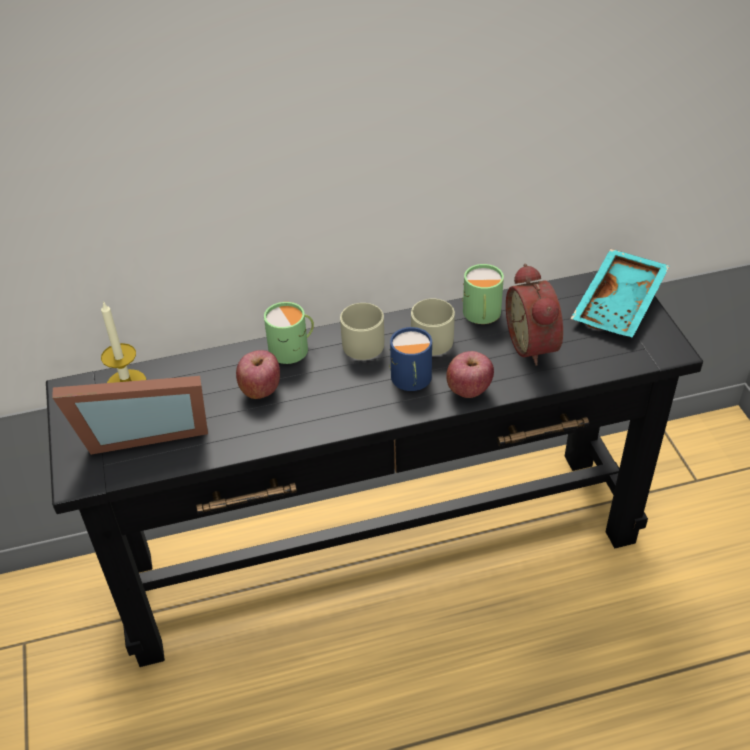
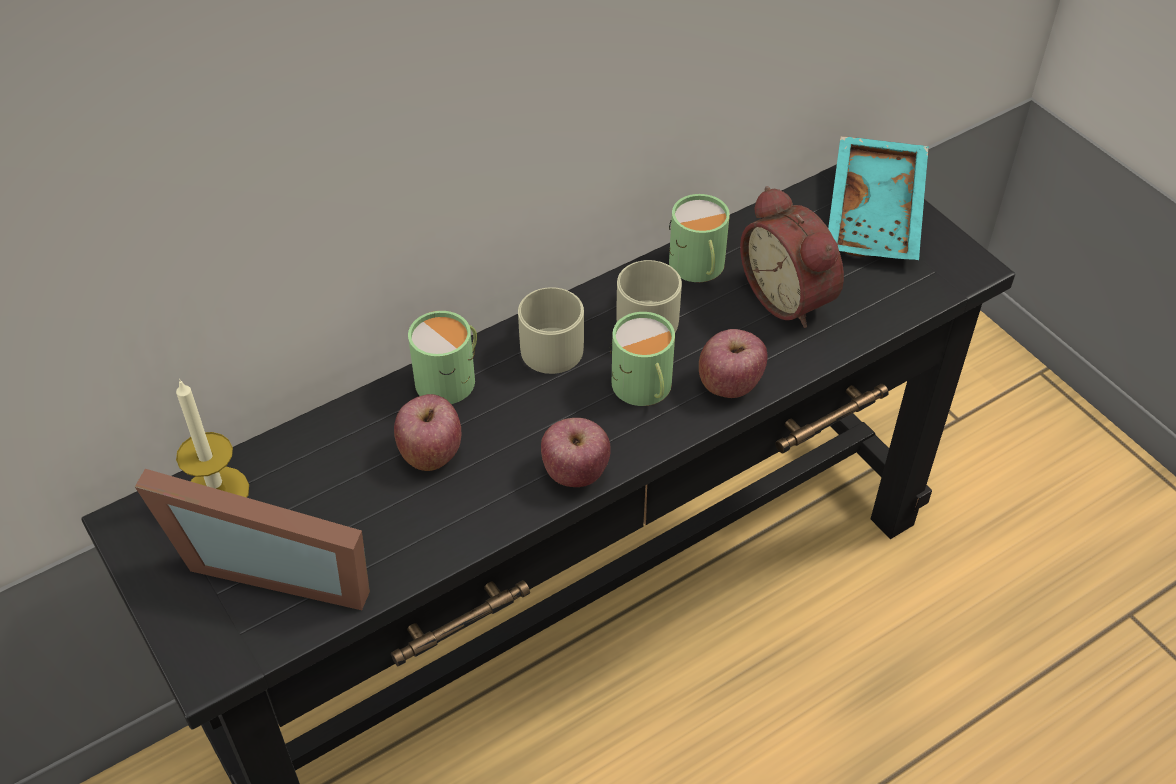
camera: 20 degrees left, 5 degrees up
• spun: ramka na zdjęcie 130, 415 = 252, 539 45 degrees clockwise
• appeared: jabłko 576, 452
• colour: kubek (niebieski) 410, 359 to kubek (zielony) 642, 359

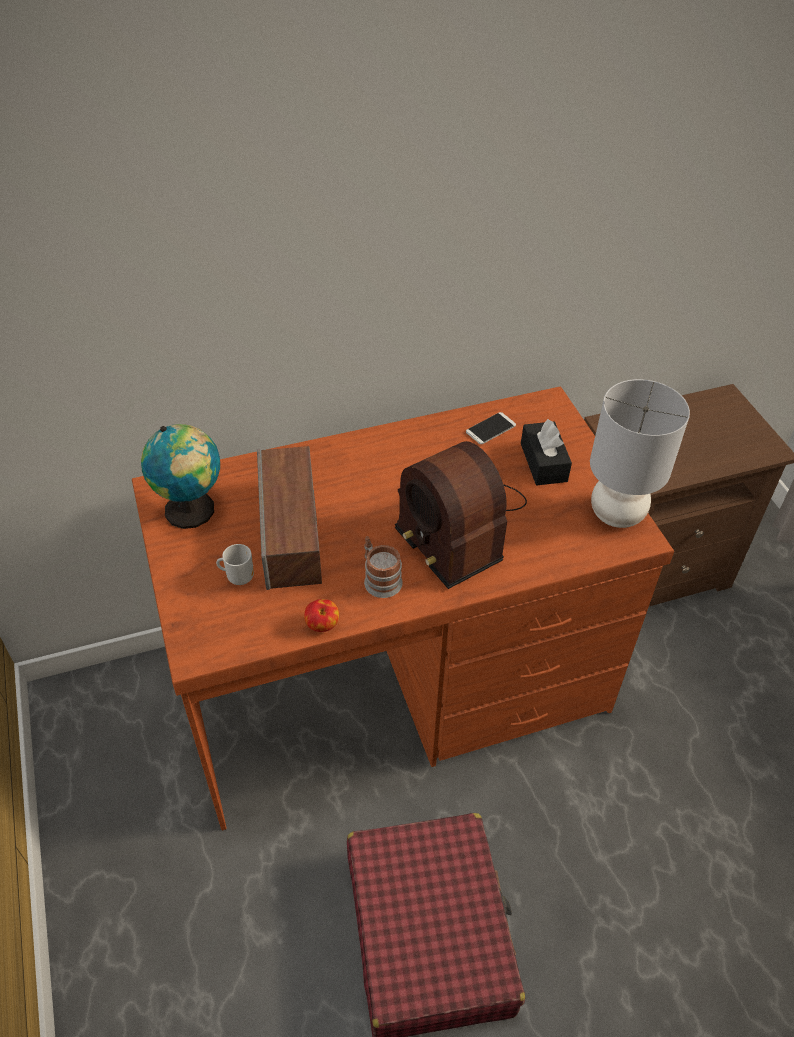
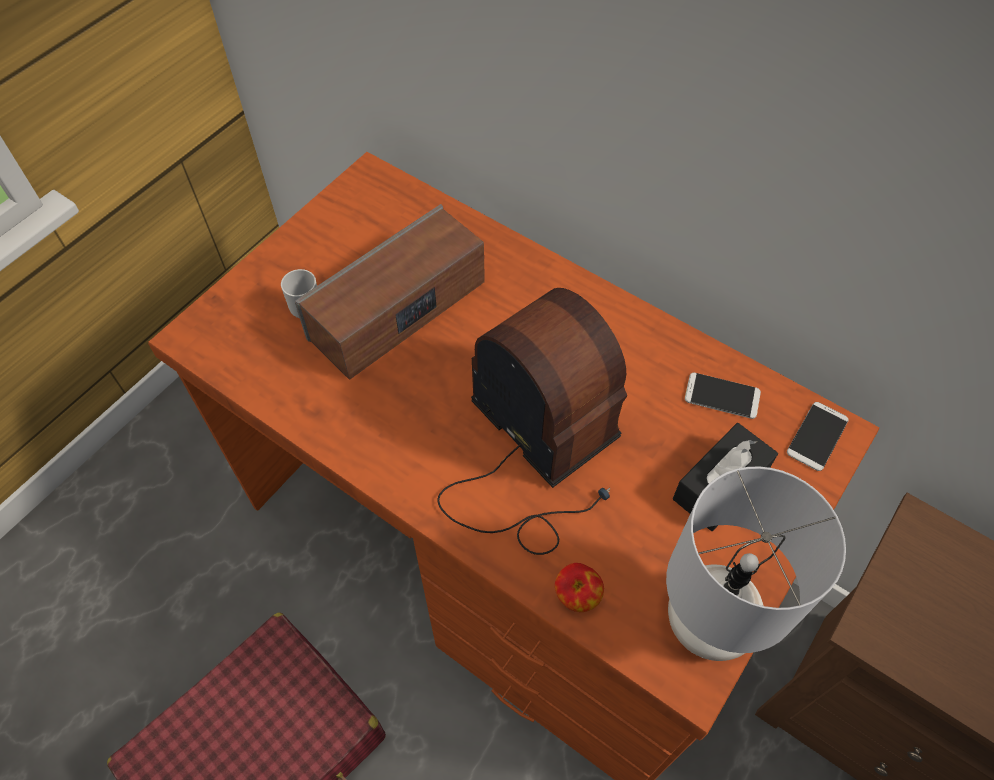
camera: 55 degrees right, 10 degrees up
• spun: radio 461, 515 = 532, 421 120 degrees clockwise
• relocated: jabłko 321, 615 to 579, 587
• appeared: telefon 817, 436
• missing: globus 180, 476
• missing: kubek 383, 567

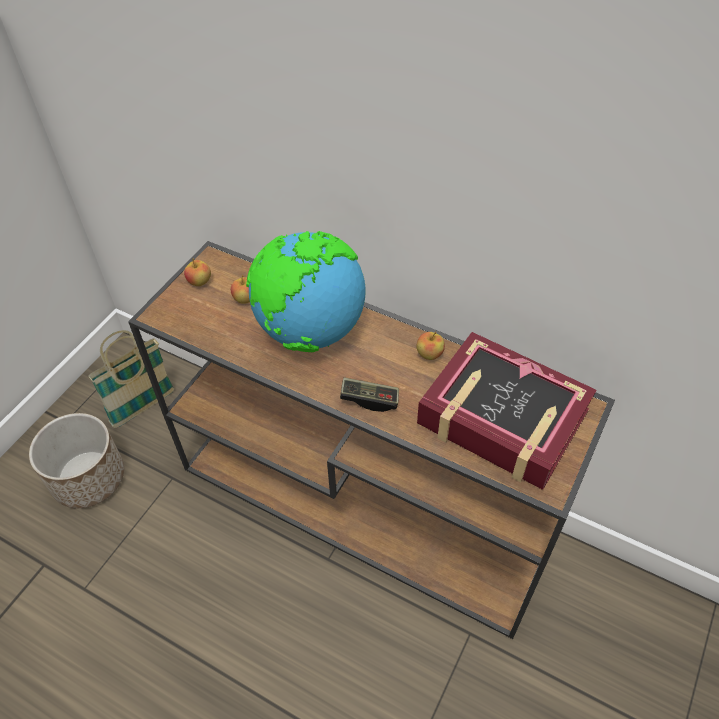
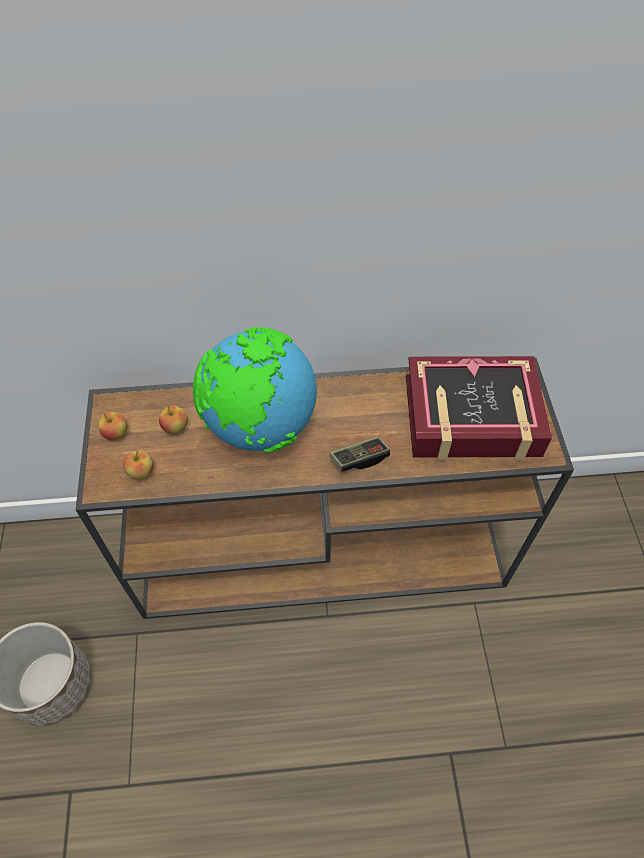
camera: 35 degrees left, 5 degrees up
• relocated: jabłko 430, 346 to 138, 465
• missing: koszyk 131, 379

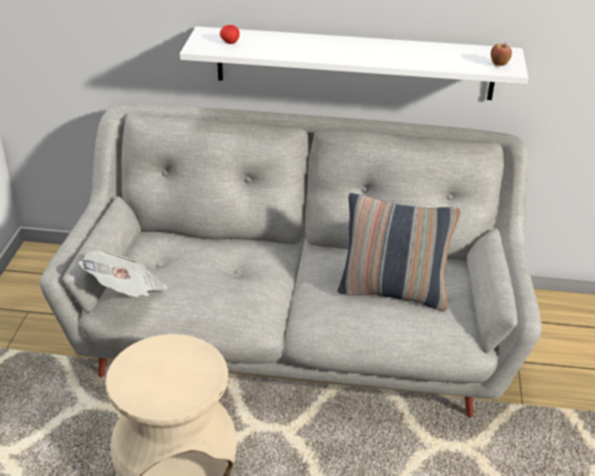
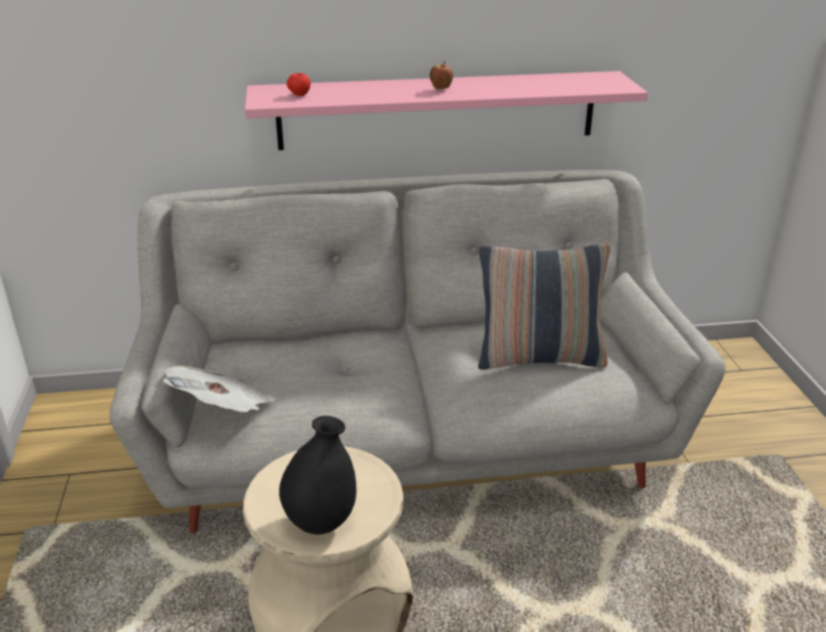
camera: 15 degrees left, 5 degrees down
• colour: półka (biały) 354, 63 to półka (różowy) 446, 110
• appeared: wazon (czarny) 317, 475
• relocated: jabłko 501, 54 to 441, 75

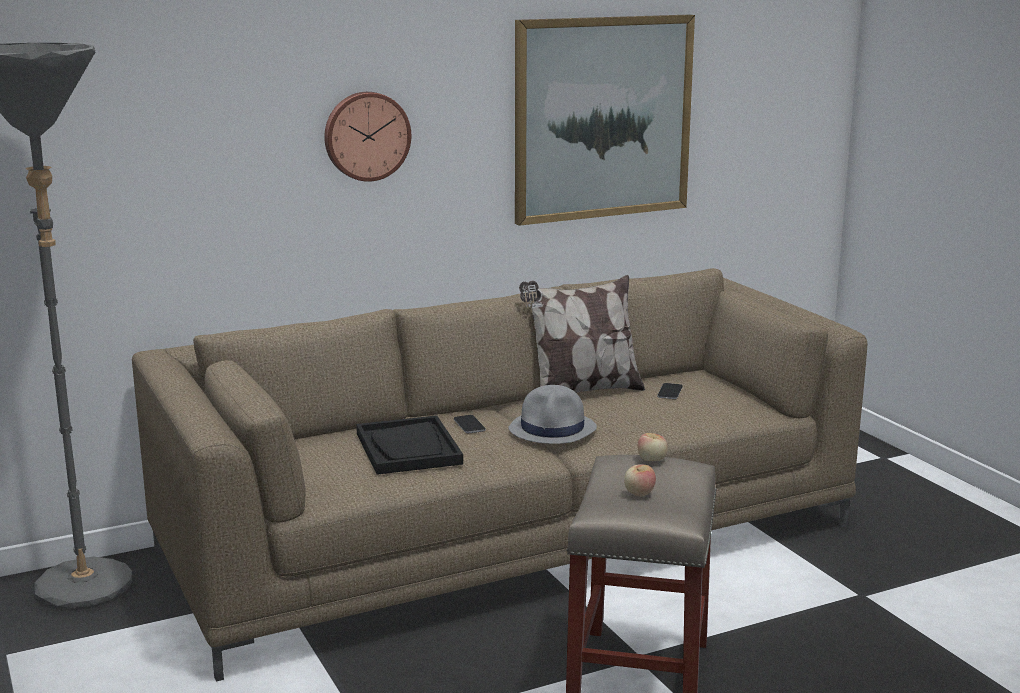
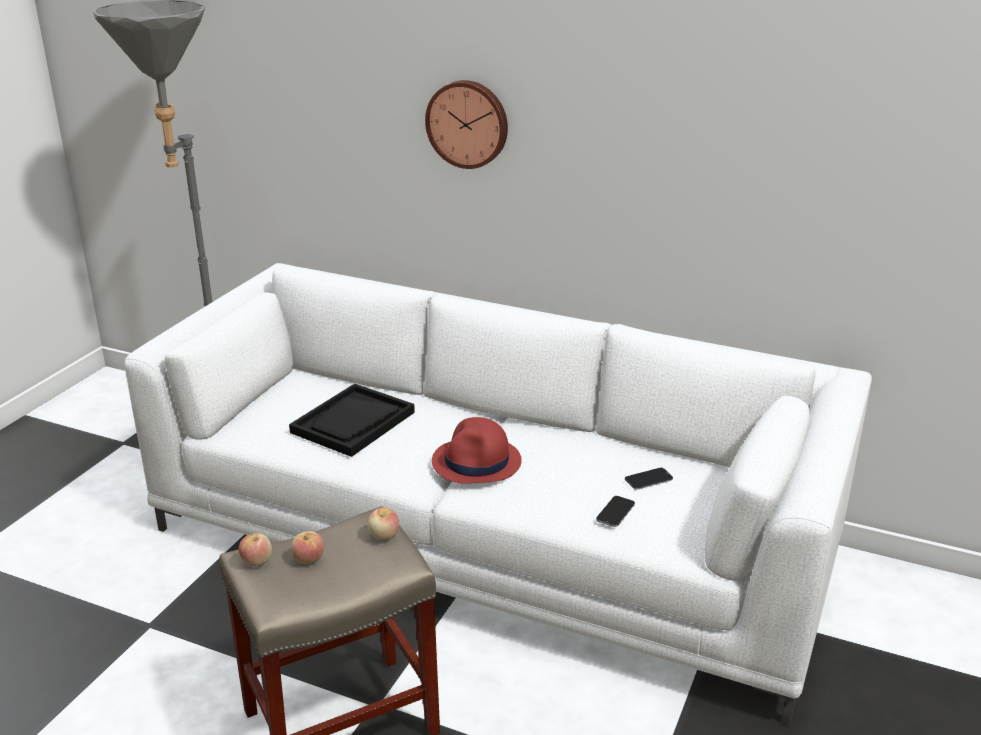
camera: 50 degrees right, 10 degrees up
• colour: kanapa (brązowy) 499, 475 to kanapa (biały) 498, 494
• appeared: jabłko 255, 550
• colour: kapelusz (szary) 552, 414 to kapelusz (czerwony) 477, 450
• relocated: telefon 470, 424 to 615, 511
• missing: obraz 605, 120
• missing: poduszka 582, 334

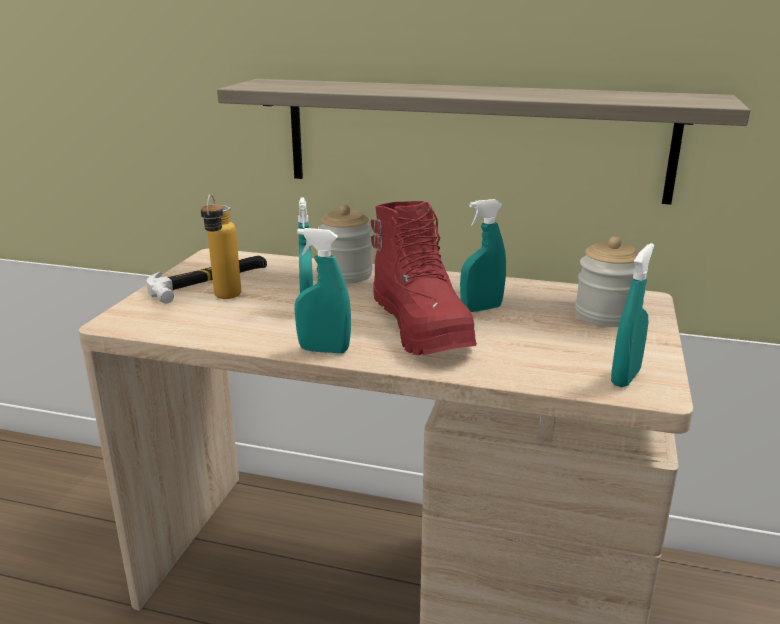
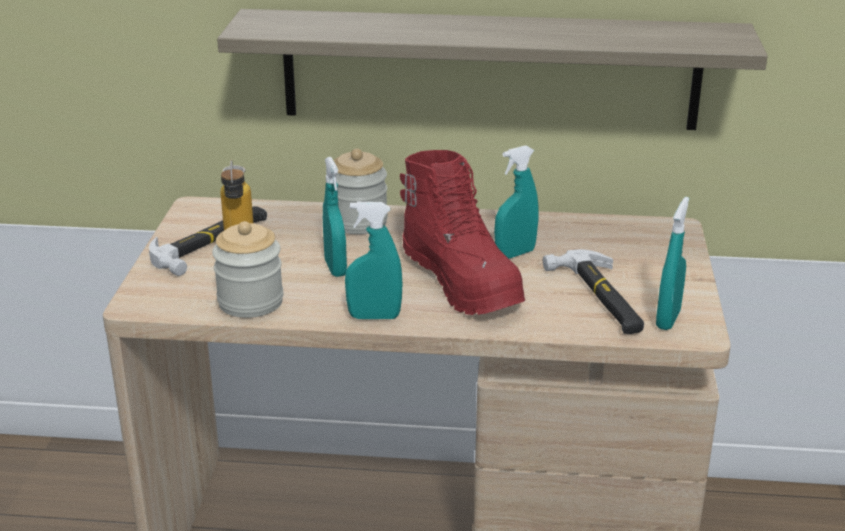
camera: 10 degrees left, 5 degrees up
• relocated: słoik 607, 282 to 247, 269
• appeared: młotek 593, 291

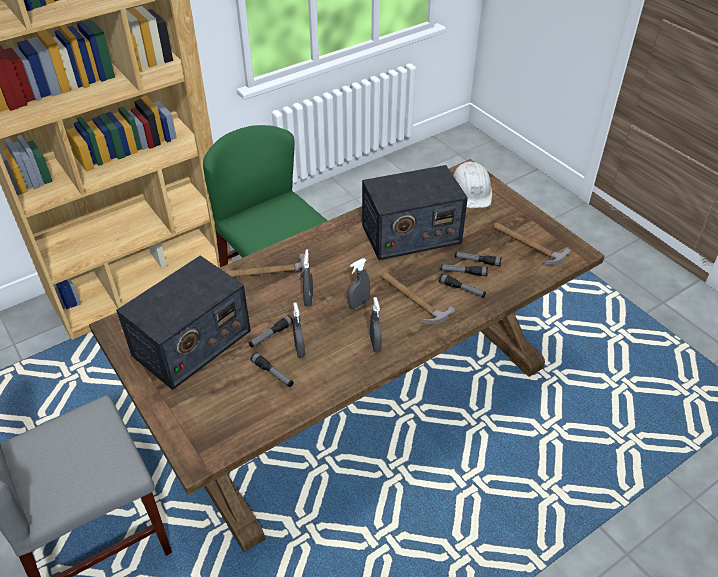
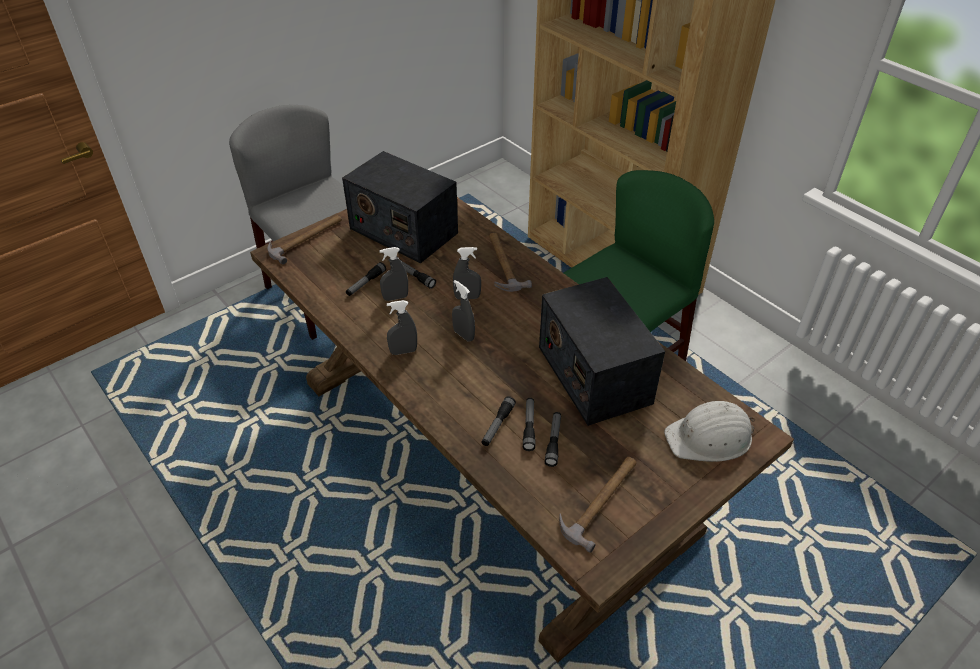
camera: 85 degrees right, 0 degrees up
• relocated: młotek 417, 298 to 304, 240

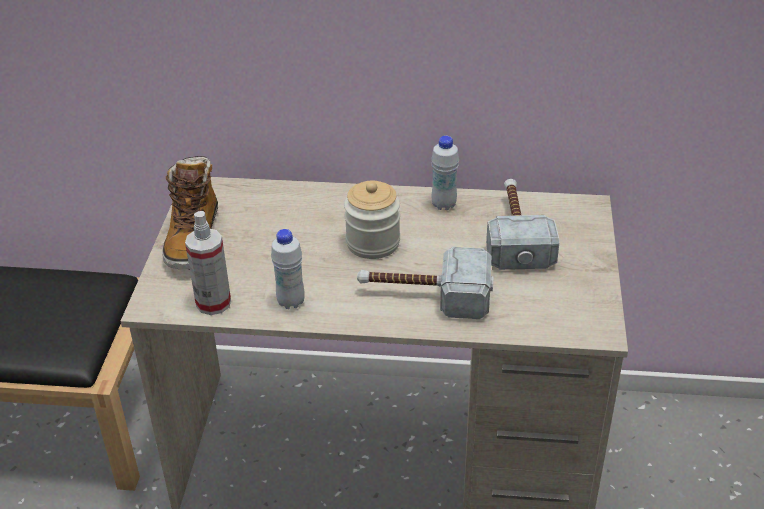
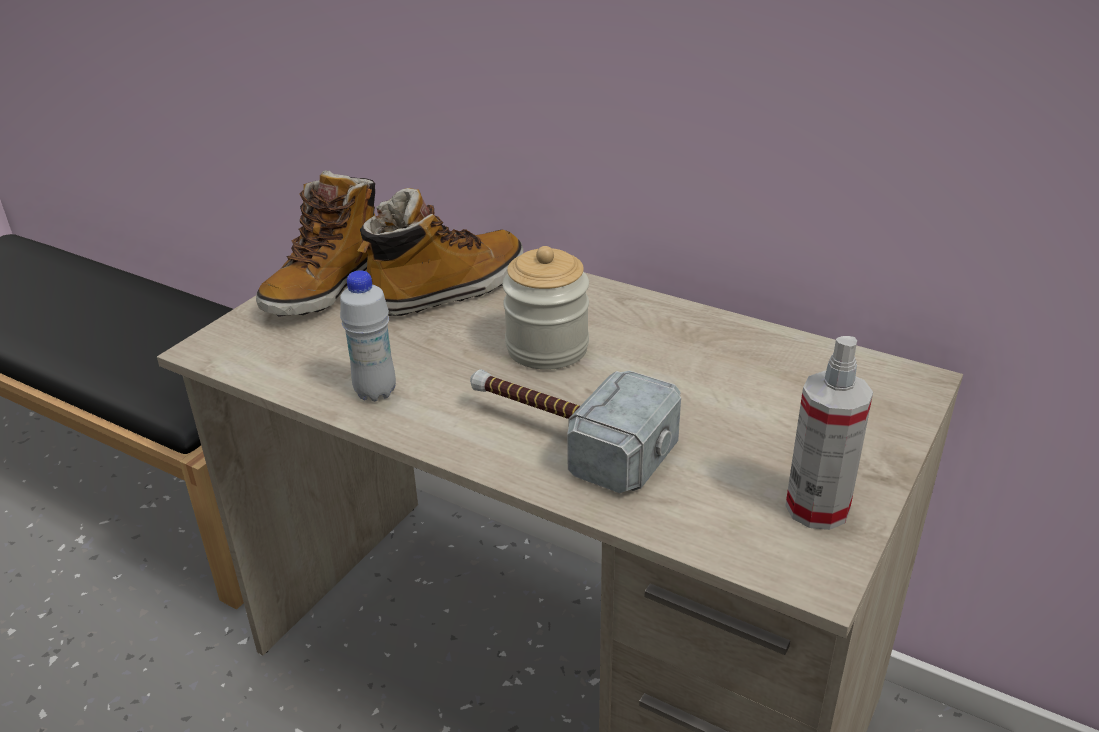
camera: 25 degrees right, 5 degrees down
• appeared: but z cholewką 440, 252
• relocated: spryskiwacz 208, 263 to 829, 433
• missing: butelka (biały) 445, 173
• missing: młotek 522, 224

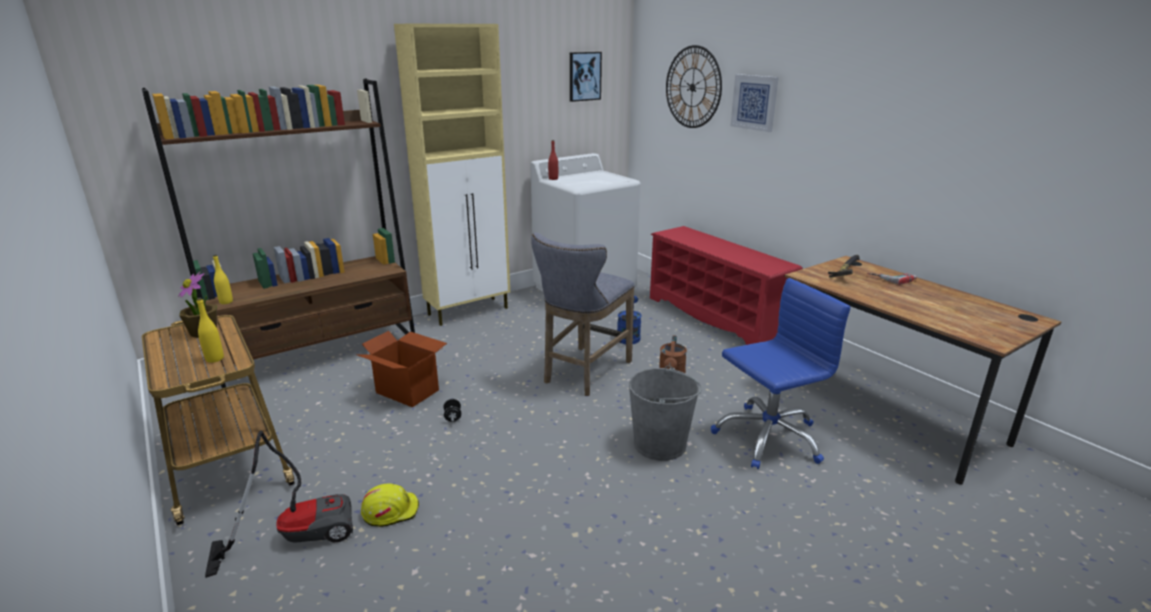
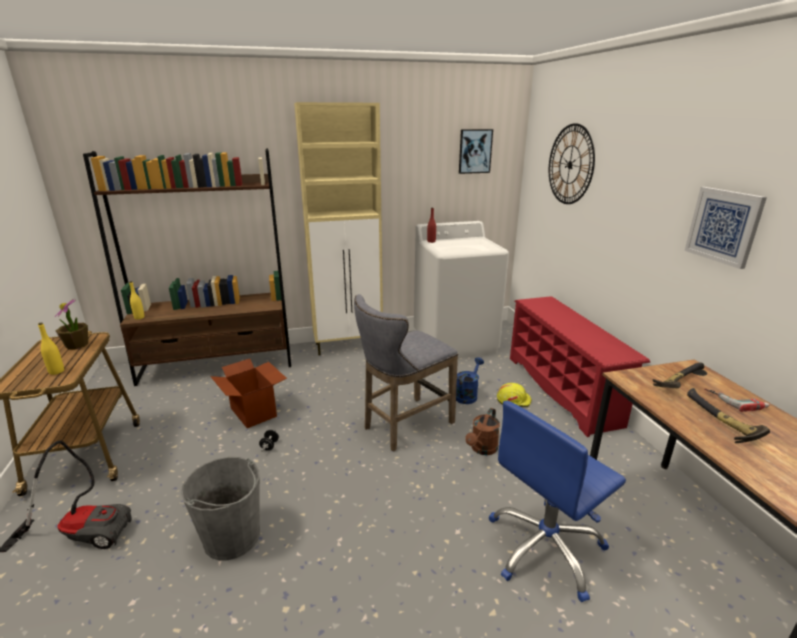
camera: 20 degrees right, 0 degrees up
• relocated: wiadro (szary) 665, 413 to 220, 508
• spun: krzesło biurowe (niebieski) 781, 373 = 557, 501 150 degrees clockwise
• relocated: kask (żółty) 390, 505 to 514, 395
• relocated: obraz 754, 103 to 726, 228
• appeared: młotek 728, 415

